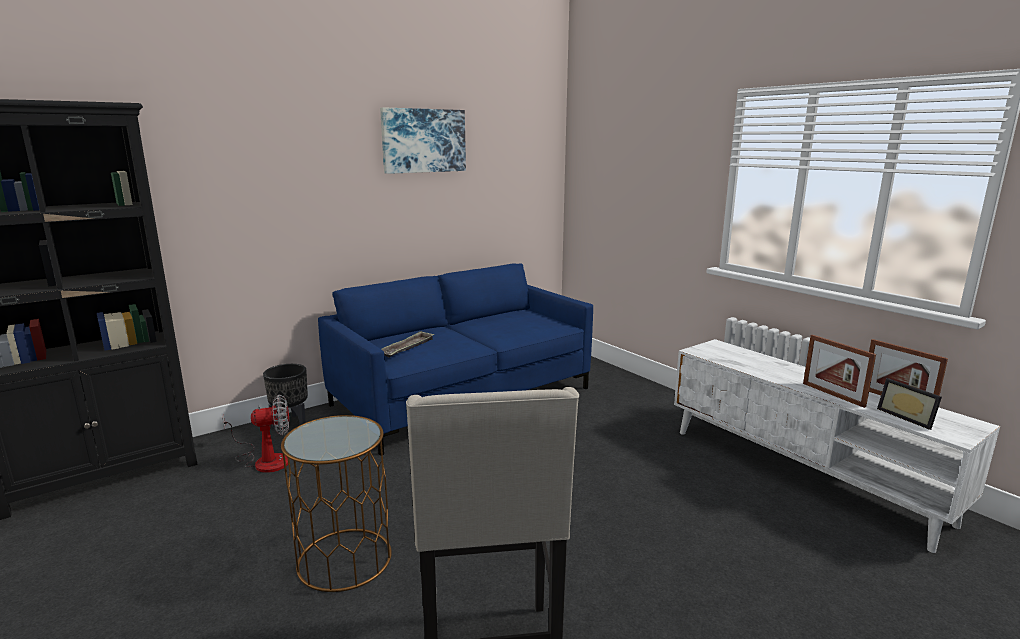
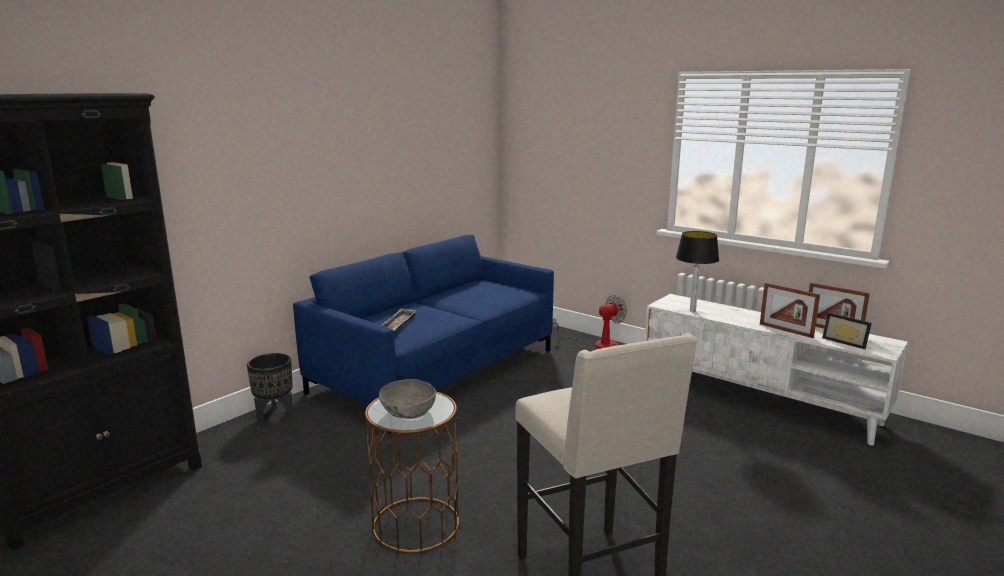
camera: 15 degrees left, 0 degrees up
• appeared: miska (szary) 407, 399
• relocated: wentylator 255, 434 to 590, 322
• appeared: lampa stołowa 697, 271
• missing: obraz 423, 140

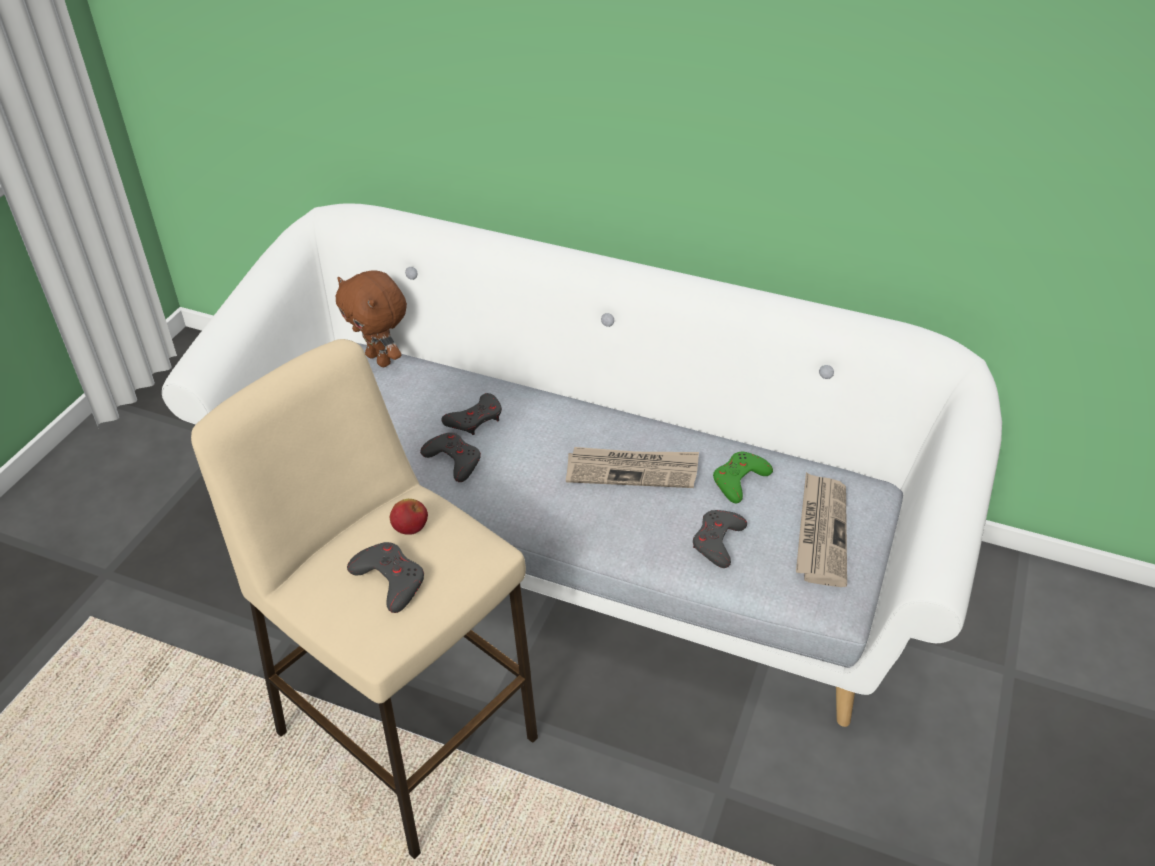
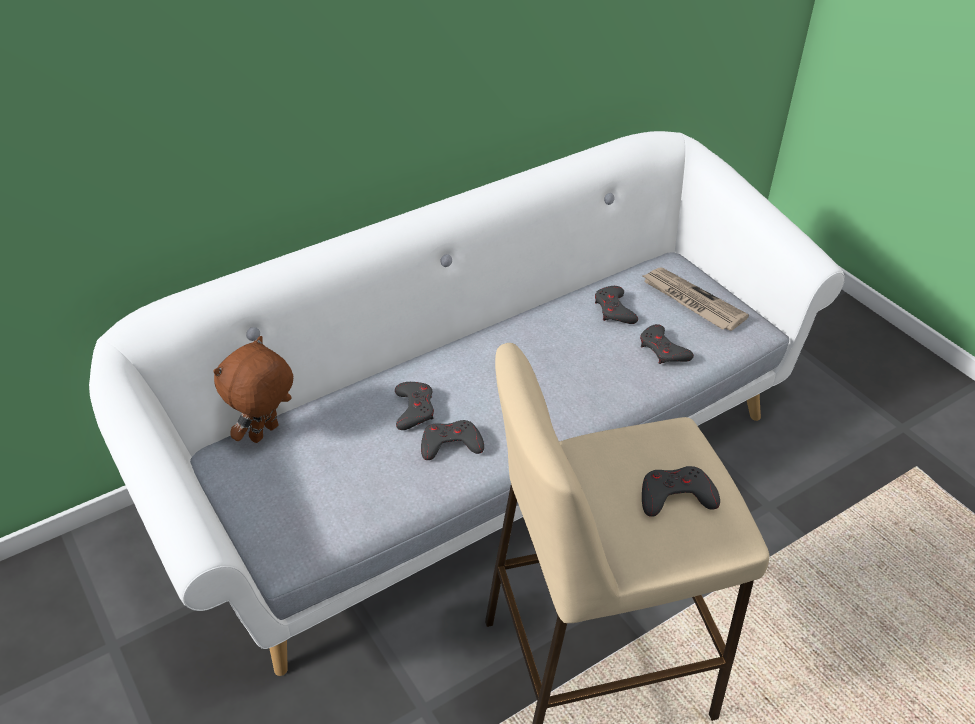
camera: 55 degrees left, 0 degrees up
• spun: pluszak (brązowy) 371, 318 = 253, 389 135 degrees clockwise
• colour: pad do gier (zielony) 743, 477 to pad do gier (szary) 616, 305
• missing: jabłko 409, 517
• missing: gazeta 632, 467

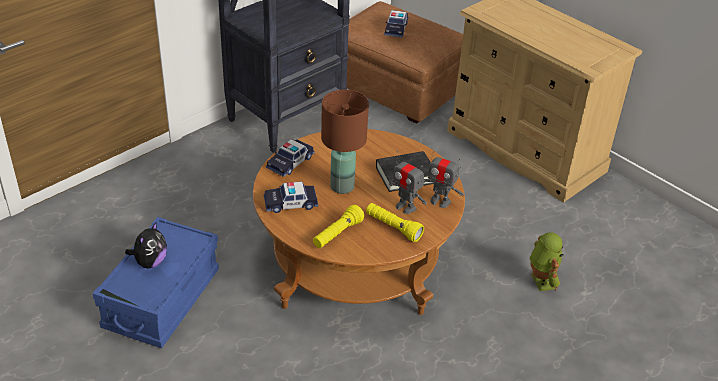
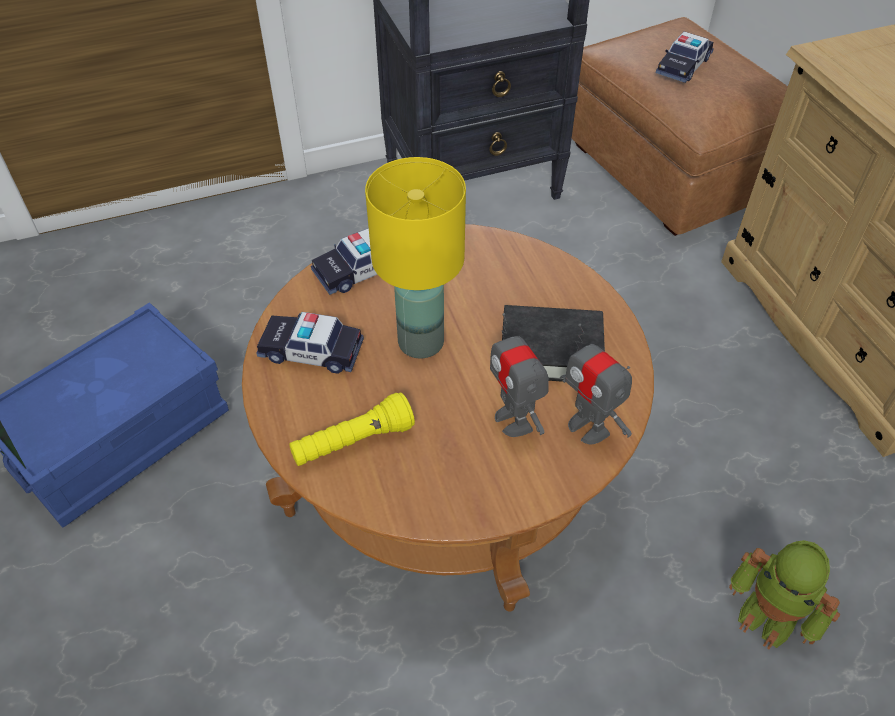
camera: 25 degrees right, 10 degrees up
• colour: lampa stołowa (brązowy) 345, 142 to lampa stołowa (żółty) 415, 257
• spun: robot zabawkowy 547, 261 = 784, 594 120 degrees clockwise
• missing: pluszak 146, 245
• missing: latarka (żółty) 395, 222

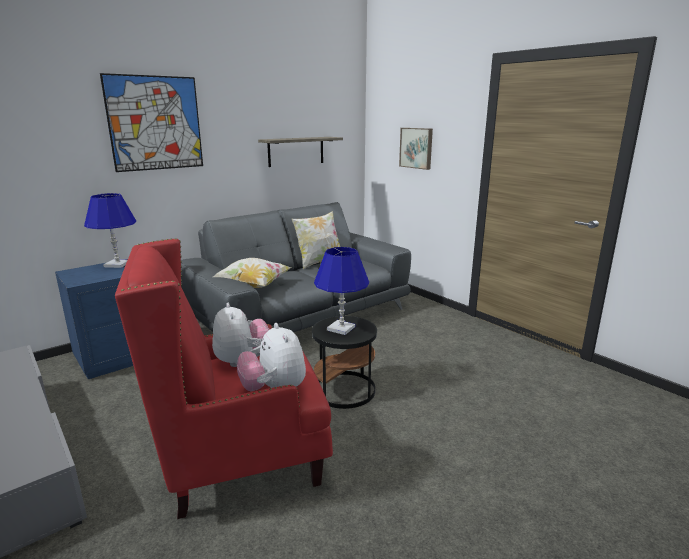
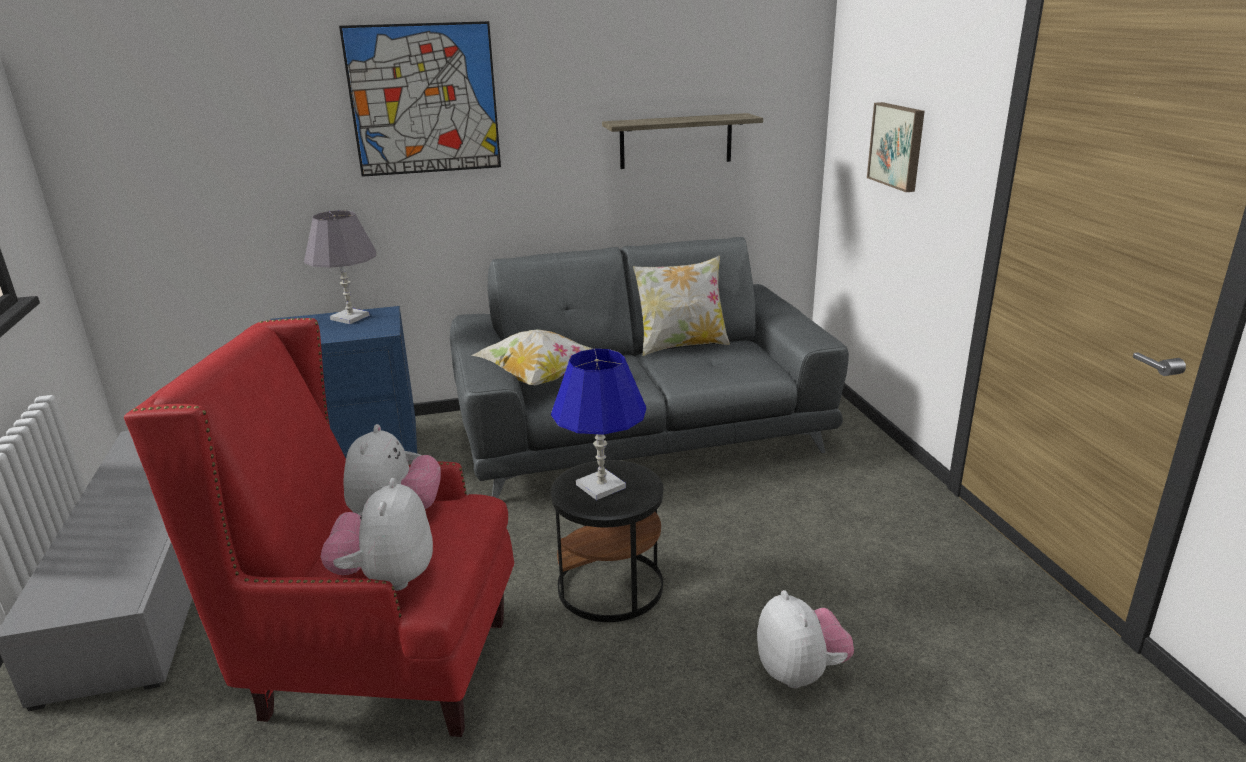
camera: 25 degrees right, 5 degrees up
• colour: lampa stołowa (niebieski) 110, 230 to lampa stołowa (szary) 340, 267
• appeared: pluszak 805, 639

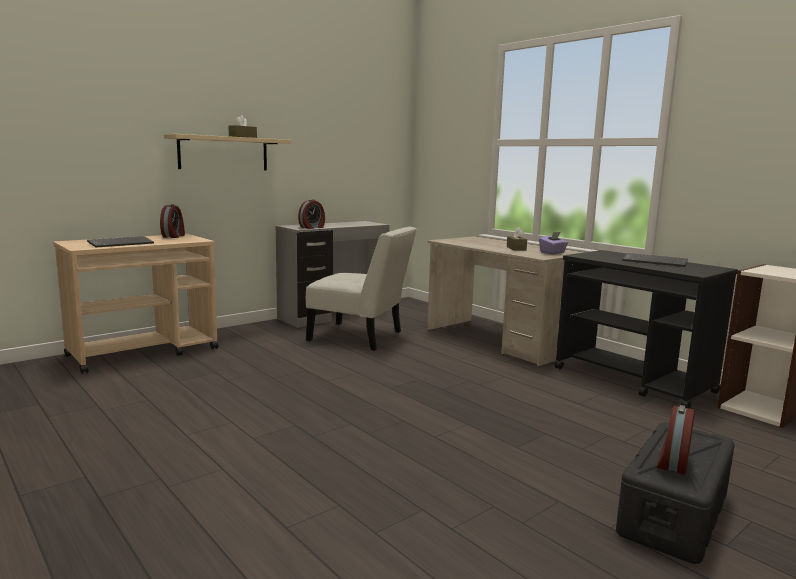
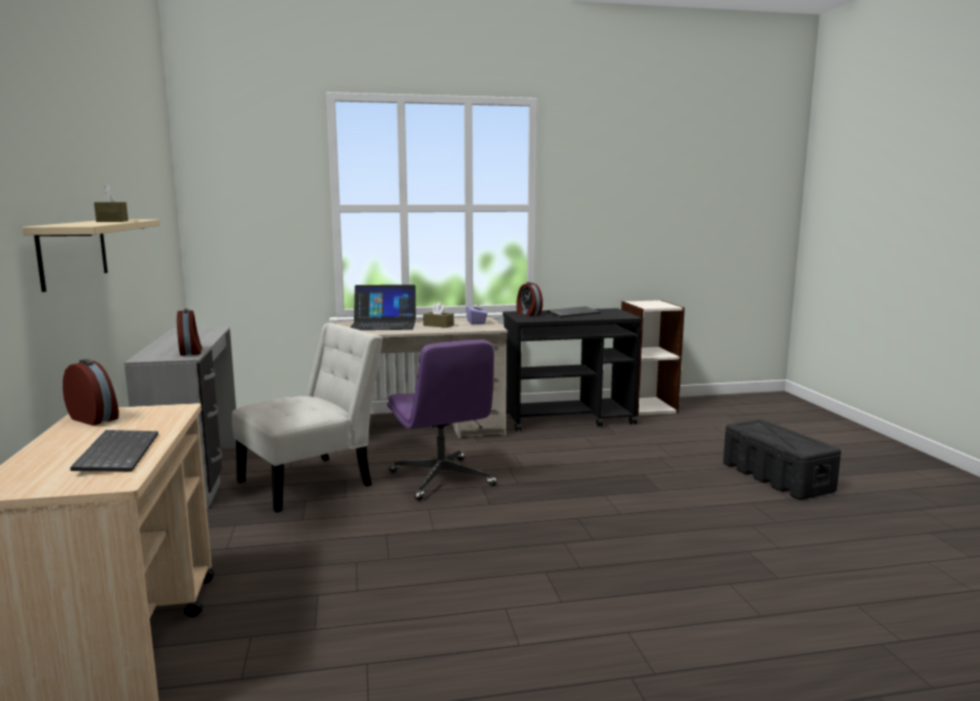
camera: 60 degrees left, 0 degrees up
• appeared: laptop 383, 307
• appeared: krzesło biurowe (fioletowy) 442, 420
• relocated: budzik 675, 439 to 529, 299

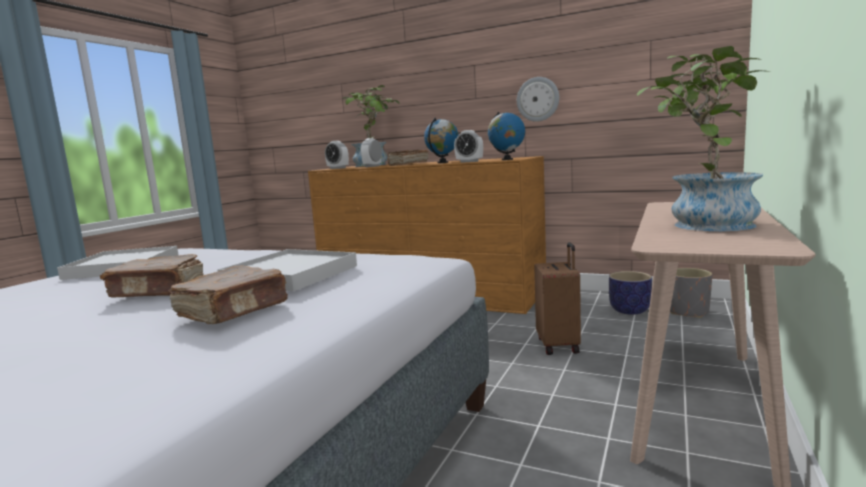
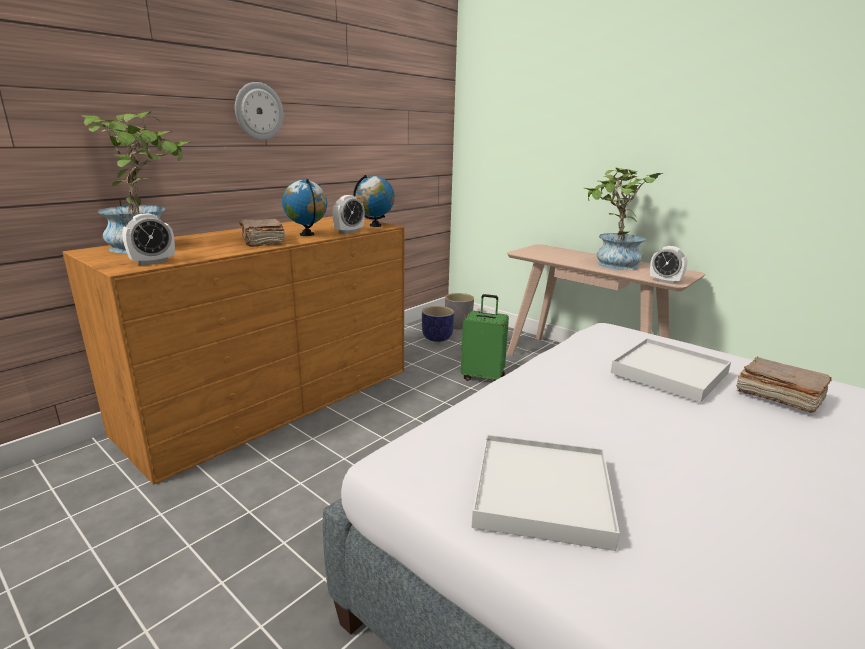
camera: 75 degrees left, 10 degrees up
• relocated: zegar ścienny 538, 99 to 259, 111
• colour: walizka (brązowy) 557, 298 to walizka (zielony) 485, 337
• relocated: budzik 371, 152 to 669, 265
• missing: książka (brązowy) 152, 275

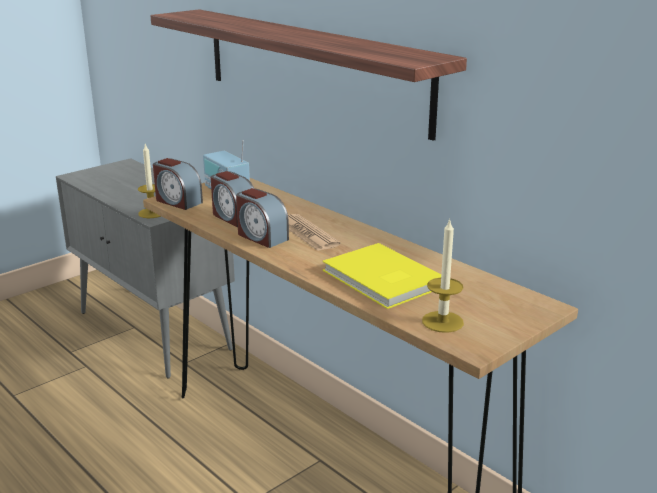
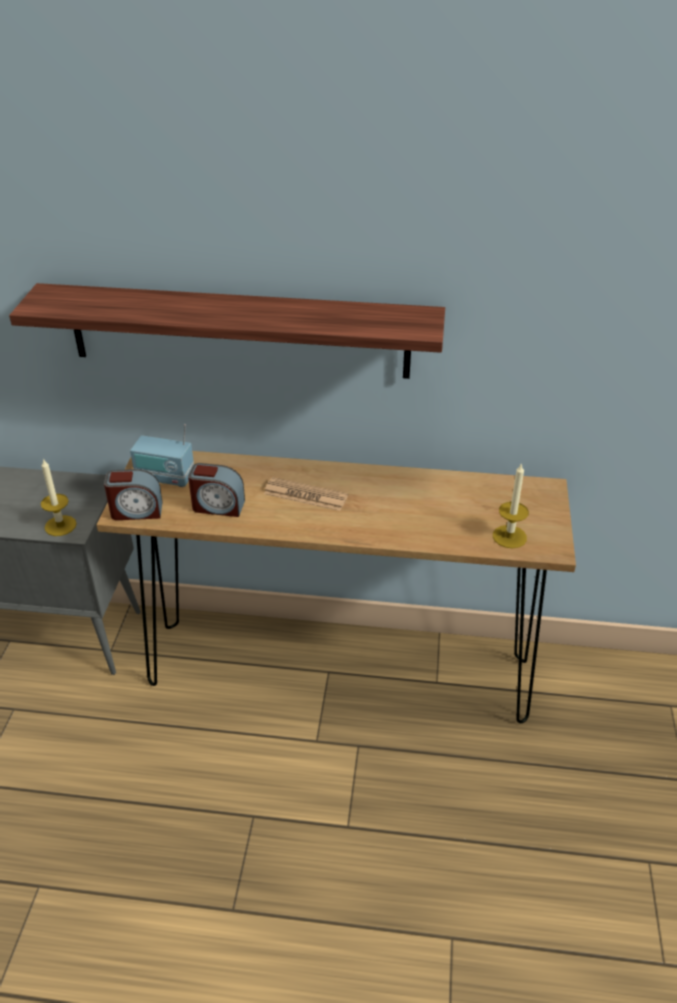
camera: 40 degrees left, 15 degrees up
• missing: budzik 262, 218
• missing: książka (żółty) 382, 276

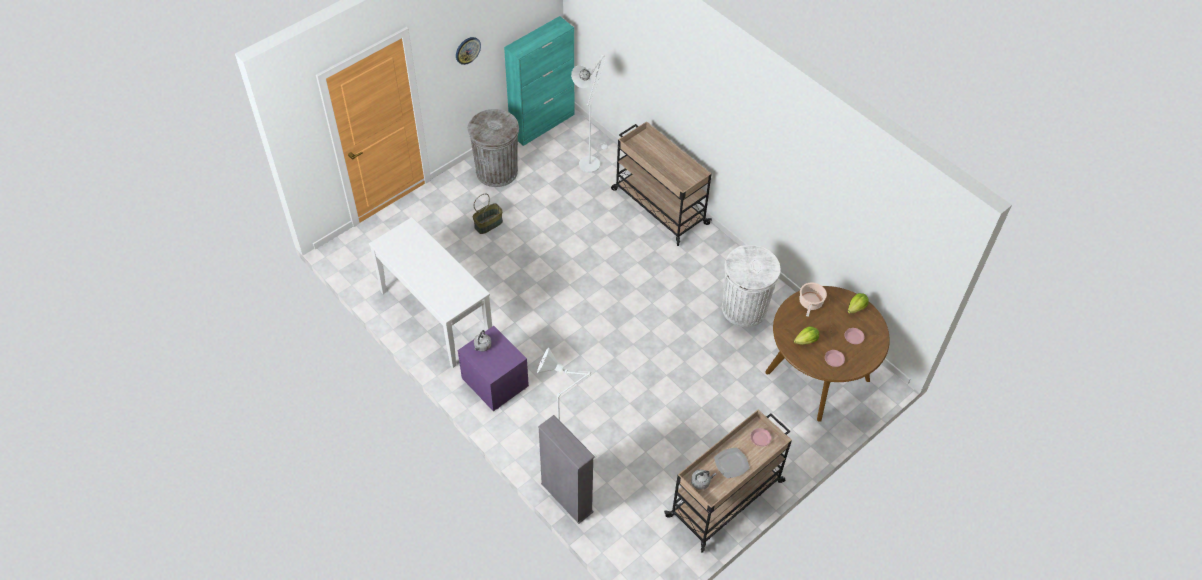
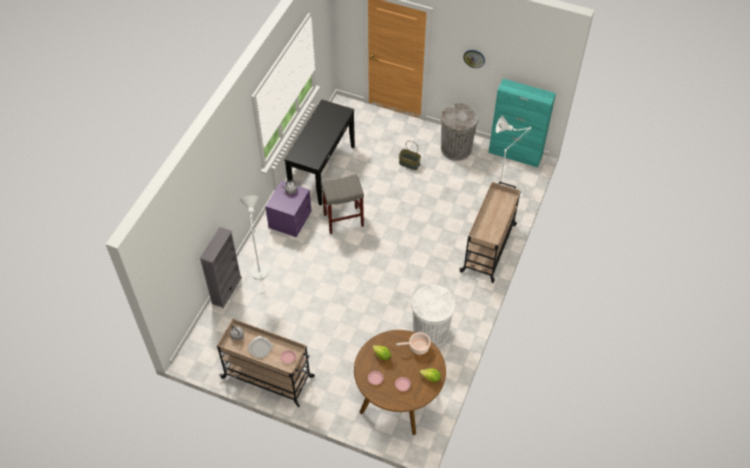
camera: 65 degrees right, 0 degrees up
• colour: stolik konsolowy (biały) 430, 292 to stolik konsolowy (czarny) 319, 152
• appeared: stołek (szary) 342, 204

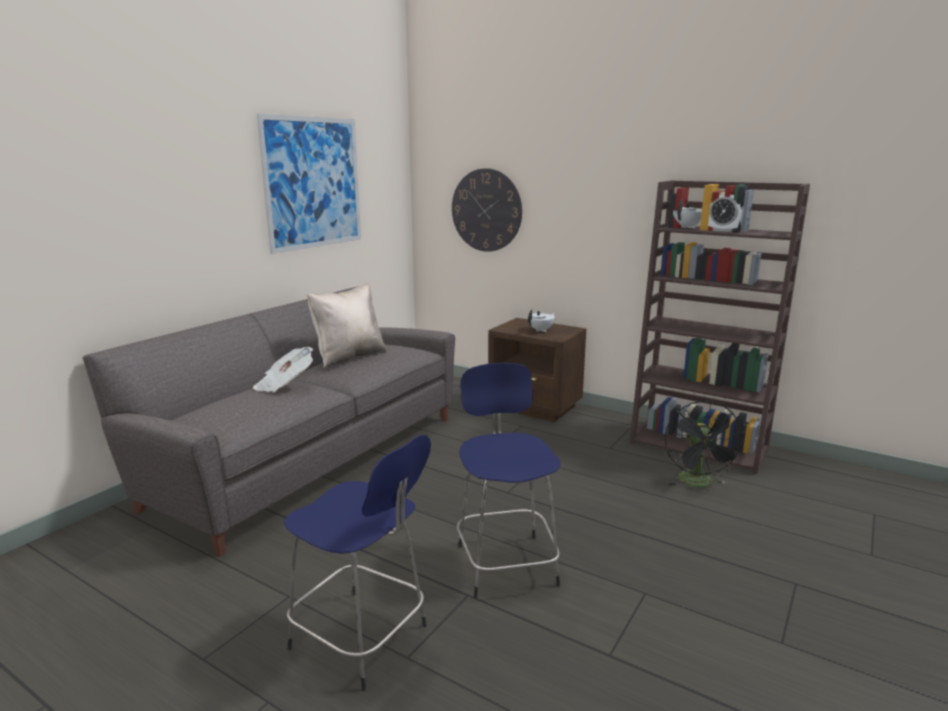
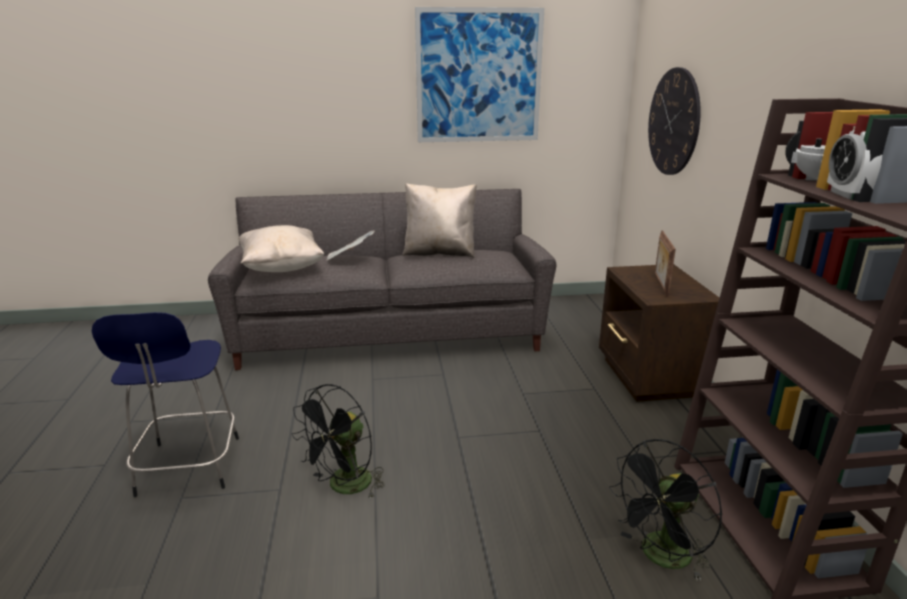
camera: 50 degrees right, 5 degrees up
• appeared: poduszka (beżowy) 281, 248
• exchanged: stołek (niebieski) 509, 480 to wentylator (czarny) 338, 441
• exchanged: imbryk (biały) 541, 320 to ramka na zdjęcie 665, 264

